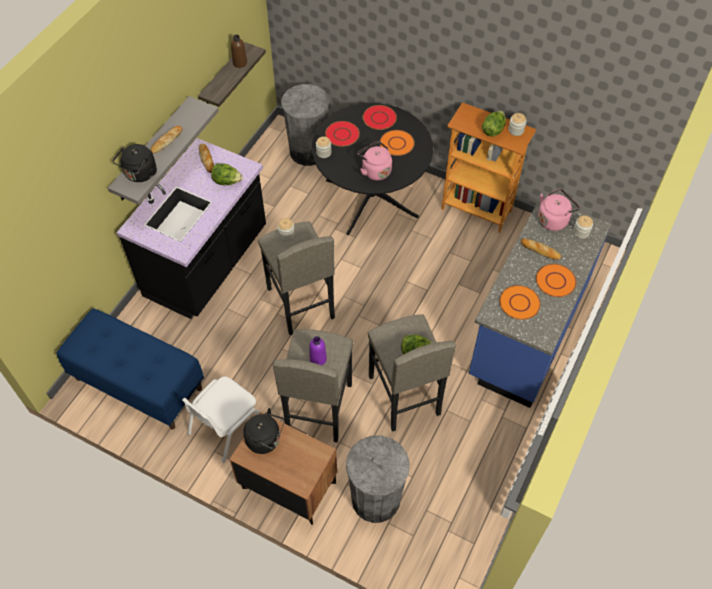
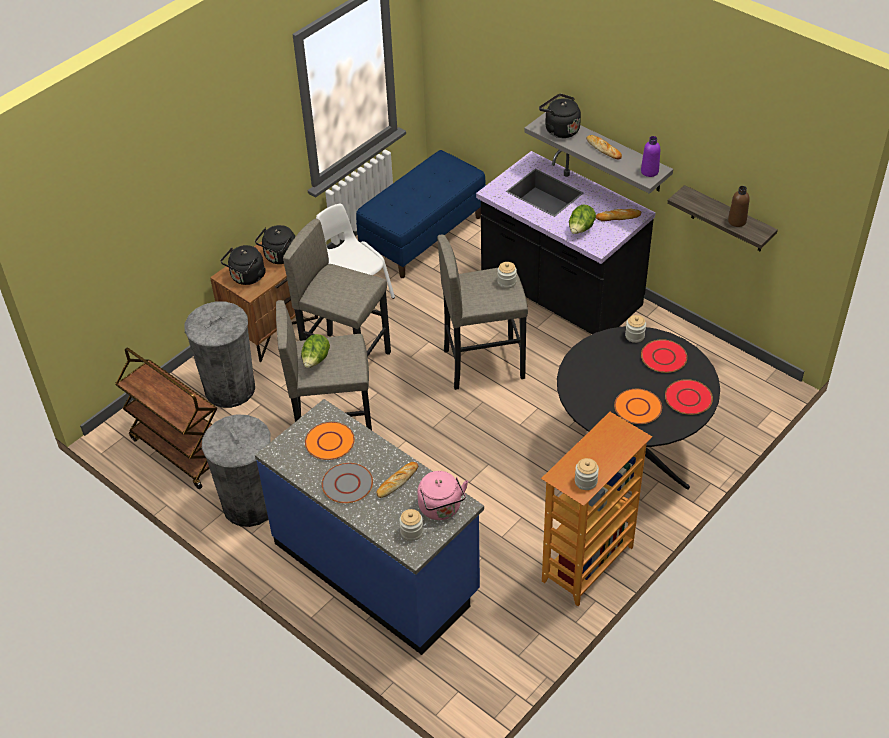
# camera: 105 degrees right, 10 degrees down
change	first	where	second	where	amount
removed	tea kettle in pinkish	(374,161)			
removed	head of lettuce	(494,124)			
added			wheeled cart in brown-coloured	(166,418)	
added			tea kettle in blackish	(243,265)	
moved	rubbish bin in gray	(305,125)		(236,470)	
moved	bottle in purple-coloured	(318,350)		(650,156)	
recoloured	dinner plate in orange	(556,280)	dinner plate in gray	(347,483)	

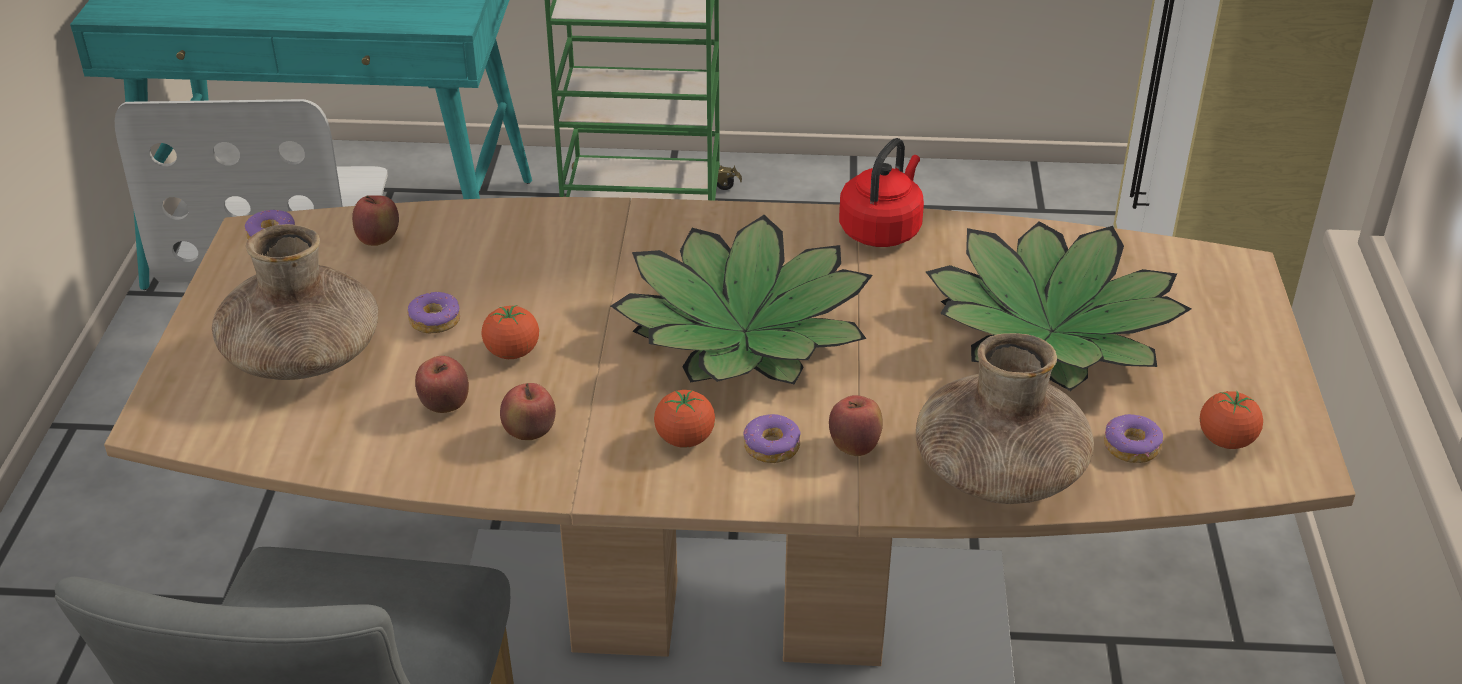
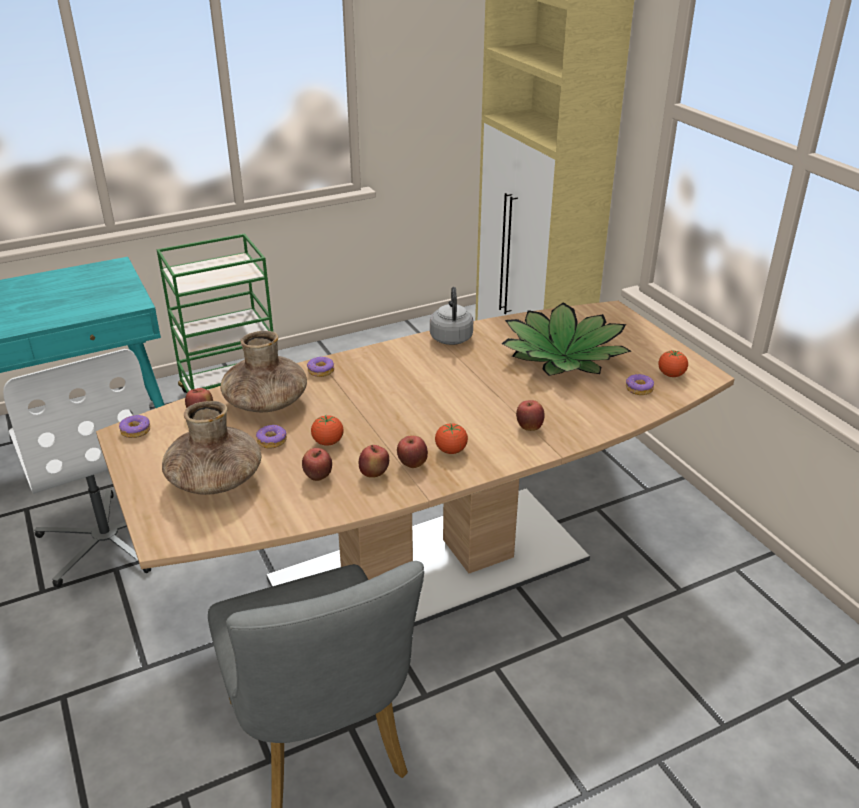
# camera: 30 degrees left, 5 degrees down
change	first	where	second	where	amount
removed	plant in a pot	(742,300)			
added			apple	(412,452)	
moved	donut	(772,438)		(320,367)	
moved	flower vase in brown-coloured	(1005,418)		(263,371)	
recoloured	tea kettle in red	(881,192)	tea kettle in gray	(451,316)	

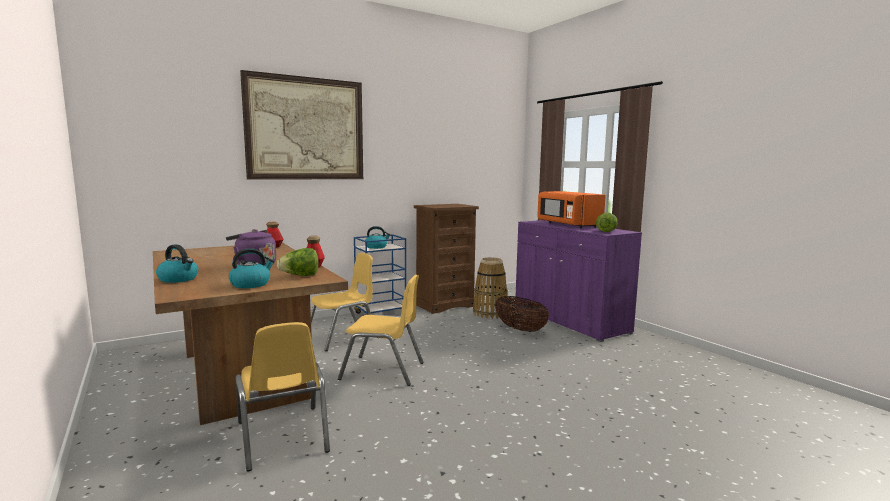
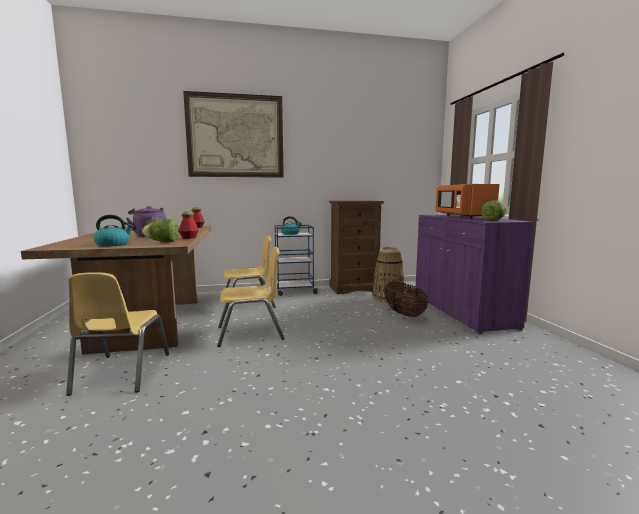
# camera: 20 degrees right, 0 degrees up
change	first	where	second	where	amount
removed	tea kettle	(177,263)			
turned	upright chair in yellow	(381,330)		(251,297)	45 degrees counterclockwise

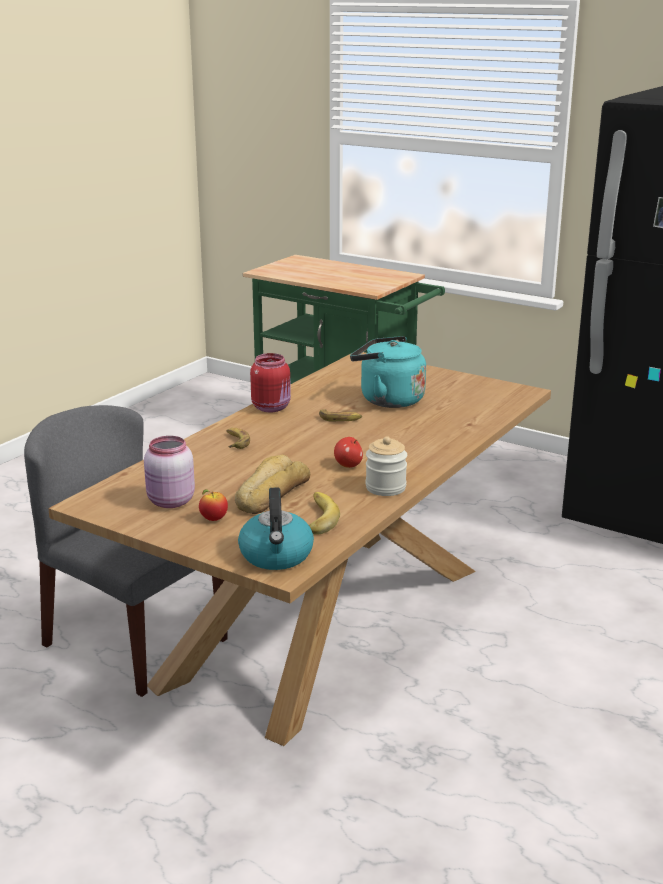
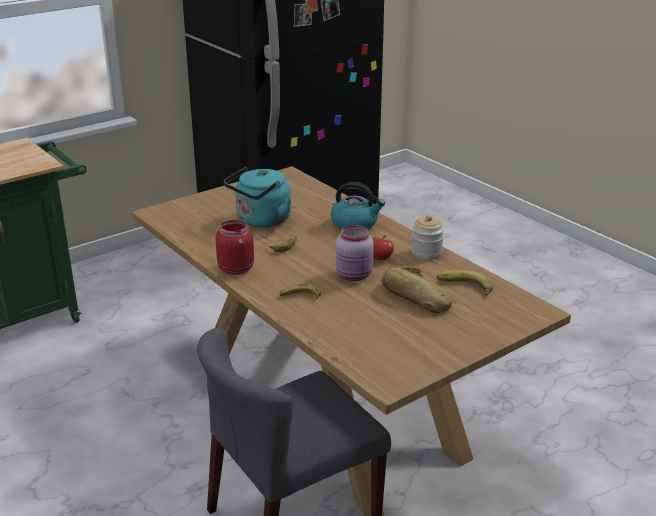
# camera: 70 degrees left, 5 degrees up
change	first	where	second	where	amount
removed	apple	(213,505)			
moved	storage jar in pinkish	(169,472)		(355,253)	
moved	tea kettle	(276,529)		(358,206)	

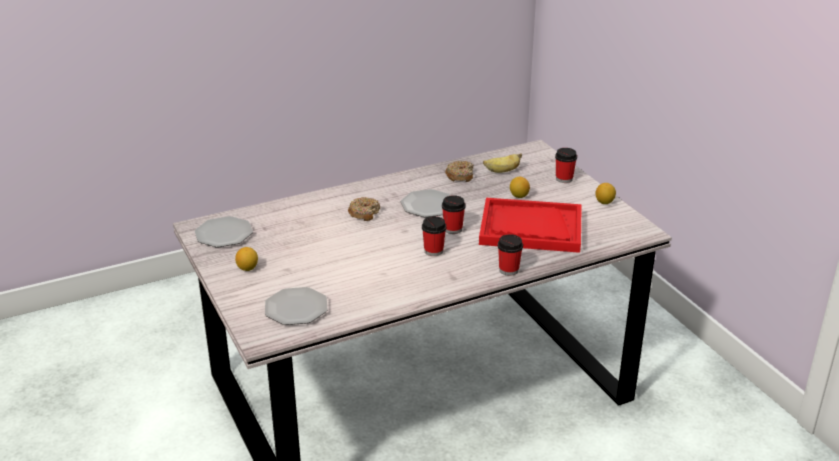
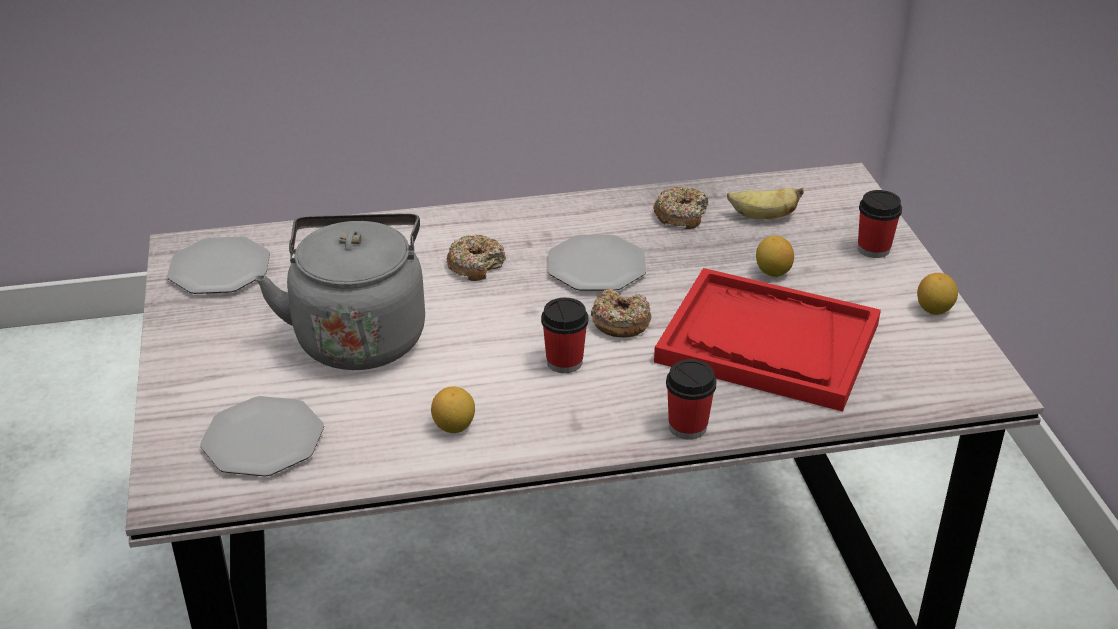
# camera: 15 degrees right, 5 degrees up
change	first	where	second	where	amount
added			tea kettle in gray	(340,291)	
moved	lemon	(246,259)		(453,409)	
replaced	small cup	(454,214)	donut	(621,313)	

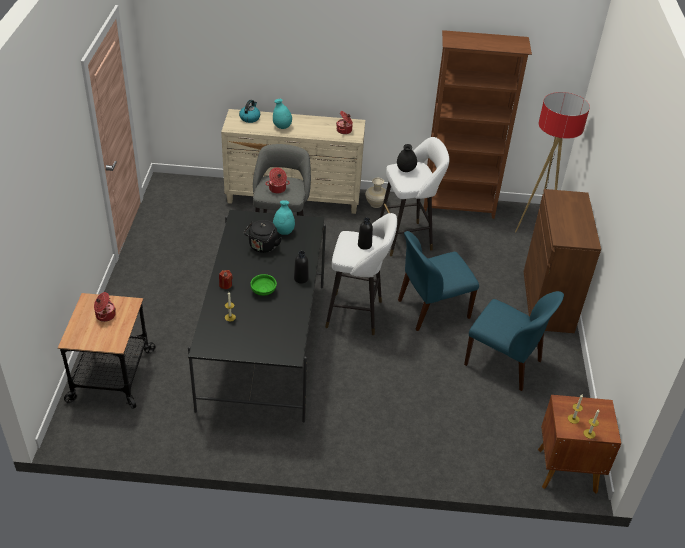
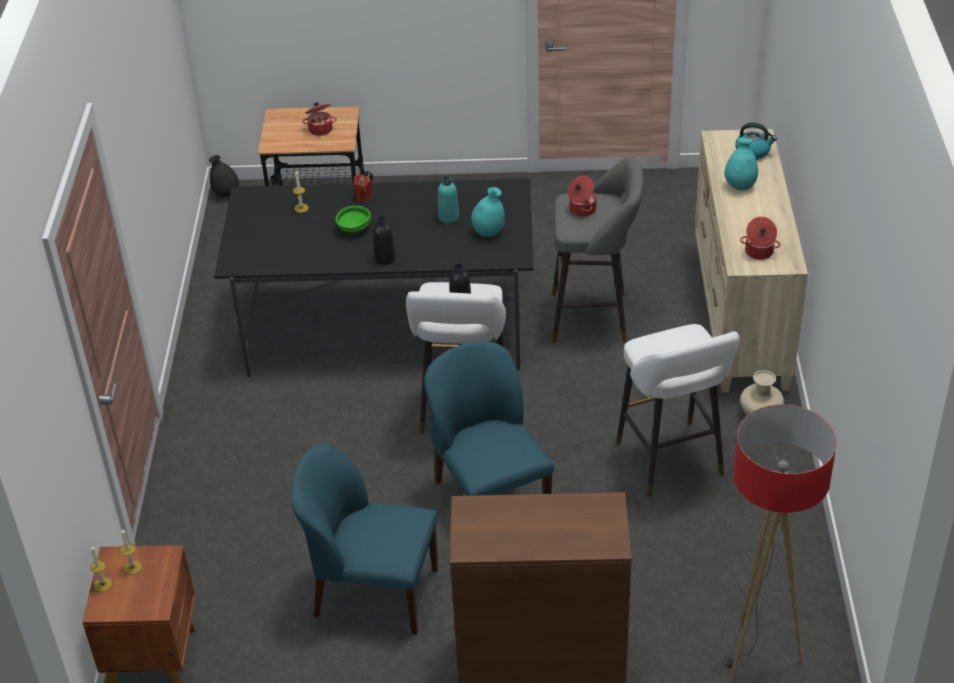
# camera: 90 degrees right, 0 degrees up
change	first	where	second	where	amount
removed	shelving unit in brown-coloured	(477,124)			
moved	flower vase in blackish	(407,158)		(224,176)	
replaced	tea kettle in blackish	(263,236)	bottle in blue-green	(448,199)	
turned	upright chair in blue	(514,341)		(365,539)	75 degrees clockwise

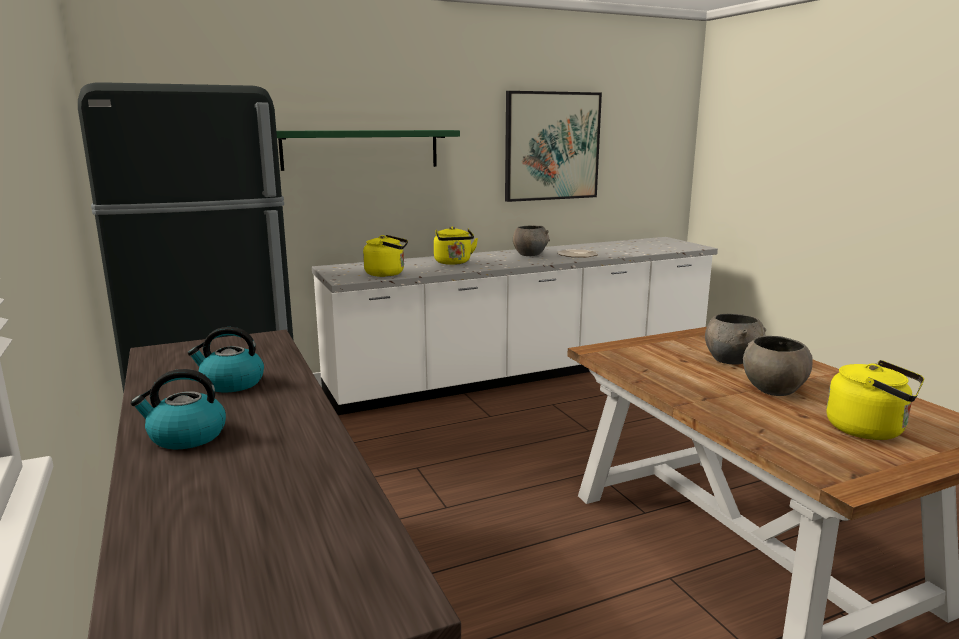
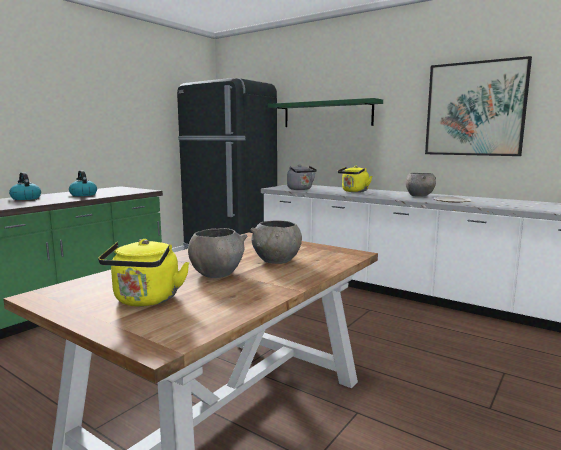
# camera: 60 degrees right, 5 degrees down
change	first	where	second	where	amount
recoloured	tea kettle in yellow	(385,256)	tea kettle in gray	(302,177)	

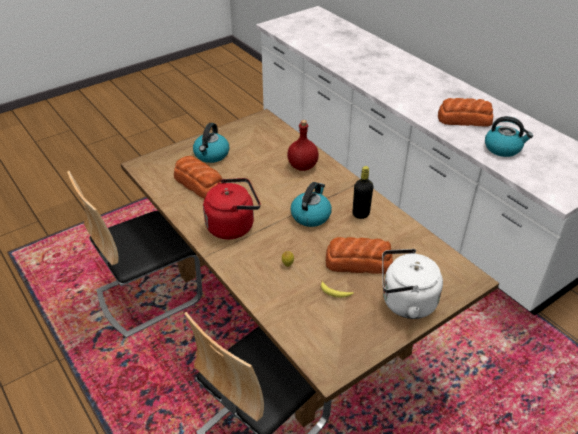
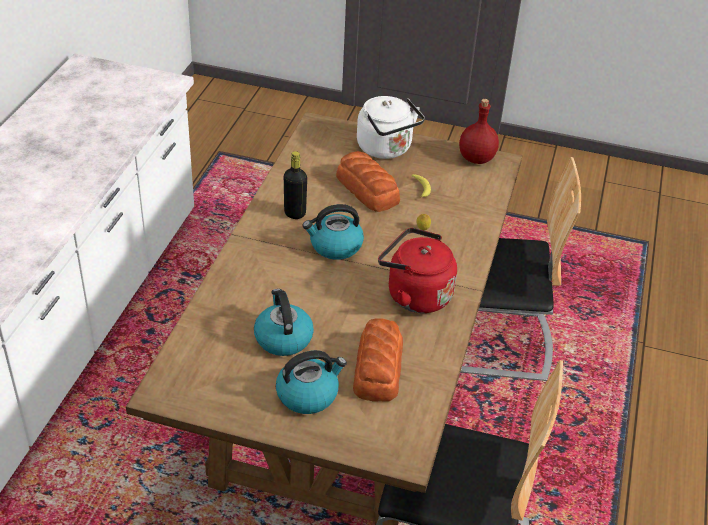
# camera: 130 degrees left, 0 degrees up
change	first	where	second	where	amount
removed	baked bread	(465,112)			
moved	bottle in red	(303,145)		(479,131)	
moved	tea kettle	(509,136)		(284,322)	

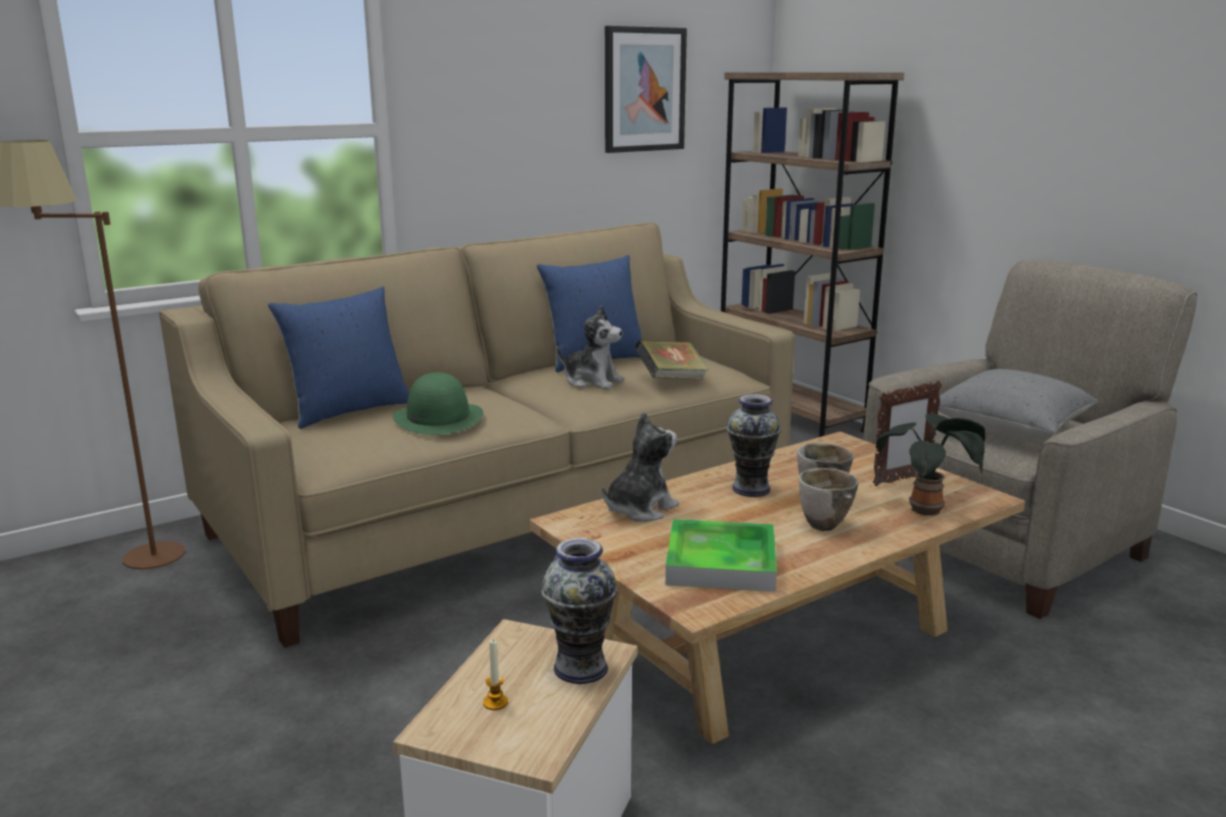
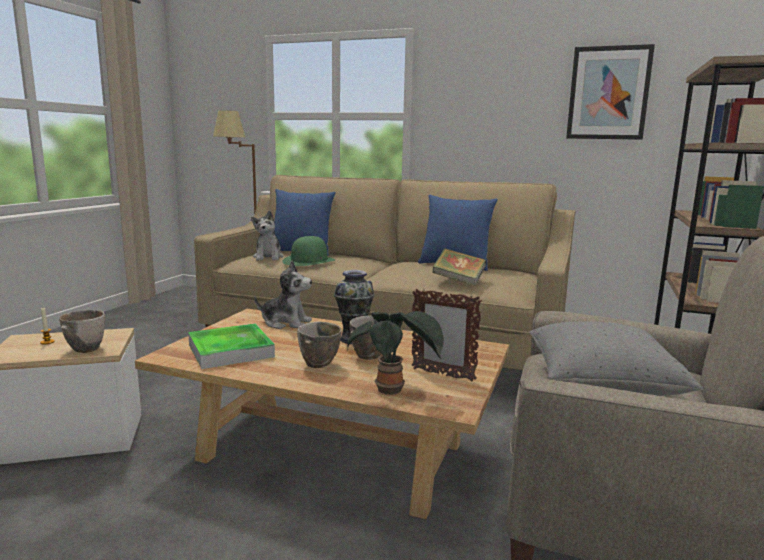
# camera: 55 degrees right, 5 degrees down
change	first	where	second	where	amount
moved	plush toy	(590,347)		(267,235)	
replaced	flower vase	(579,611)	deep dish	(82,331)	

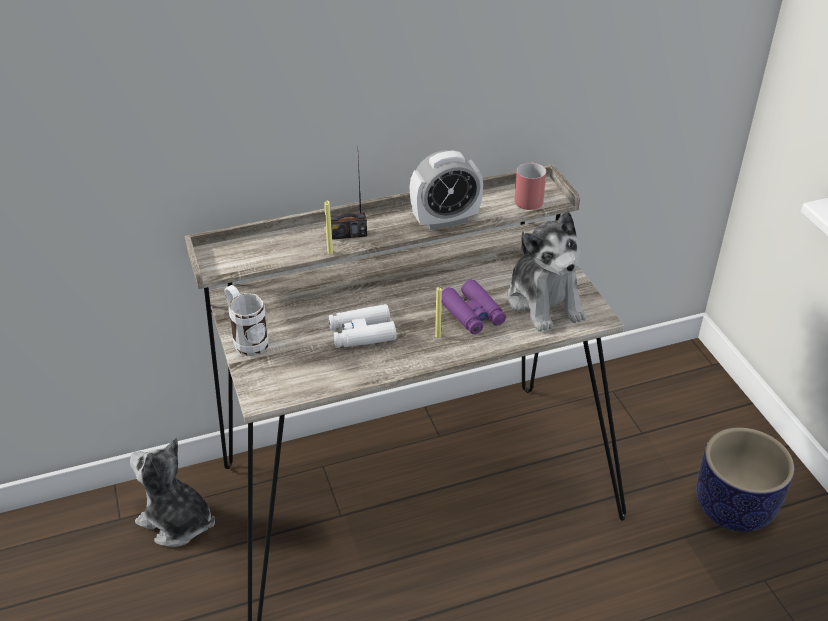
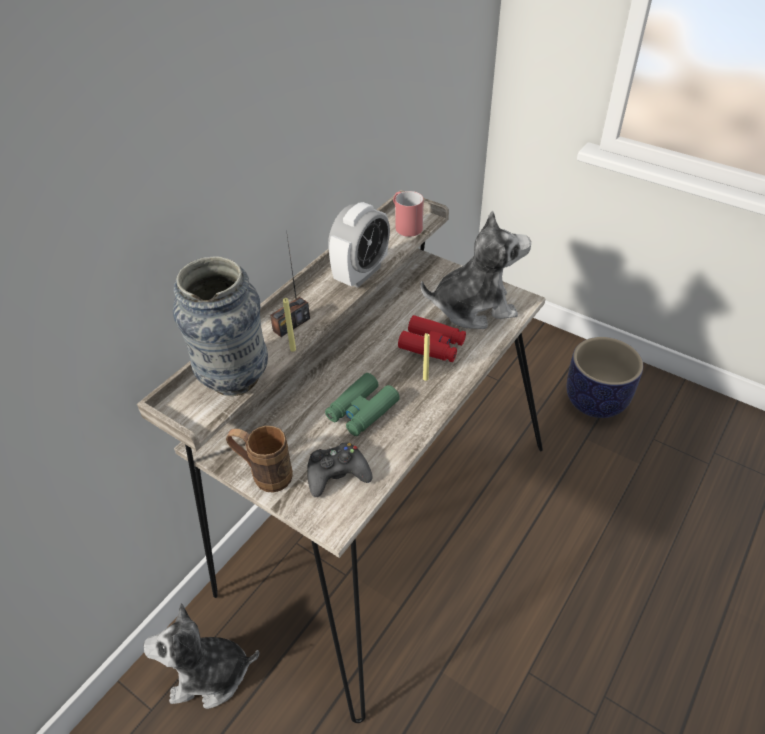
# camera: 35 degrees left, 5 degrees up
change	first	where	second	where	amount
added			flower vase	(220,326)	
added			joypad in blackish	(339,470)	
recoloured	tea mug in white	(246,320)	tea mug in brown-coloured	(259,458)	
recoloured	pair of binoculars in white	(362,326)	pair of binoculars in green	(362,404)	
recoloured	pair of binoculars in purple-coloured	(474,306)	pair of binoculars in red	(432,338)	
turned	plush toy	(546,271)		(476,270)	45 degrees counterclockwise

